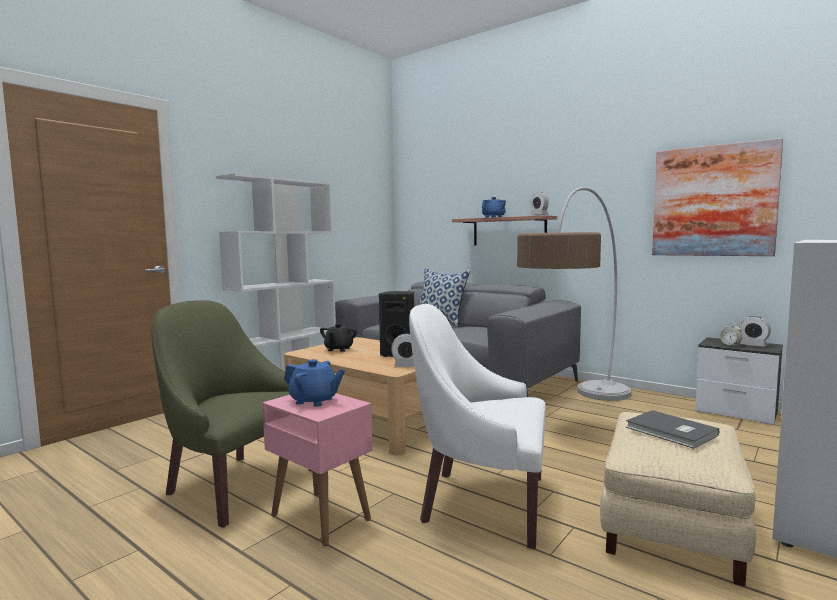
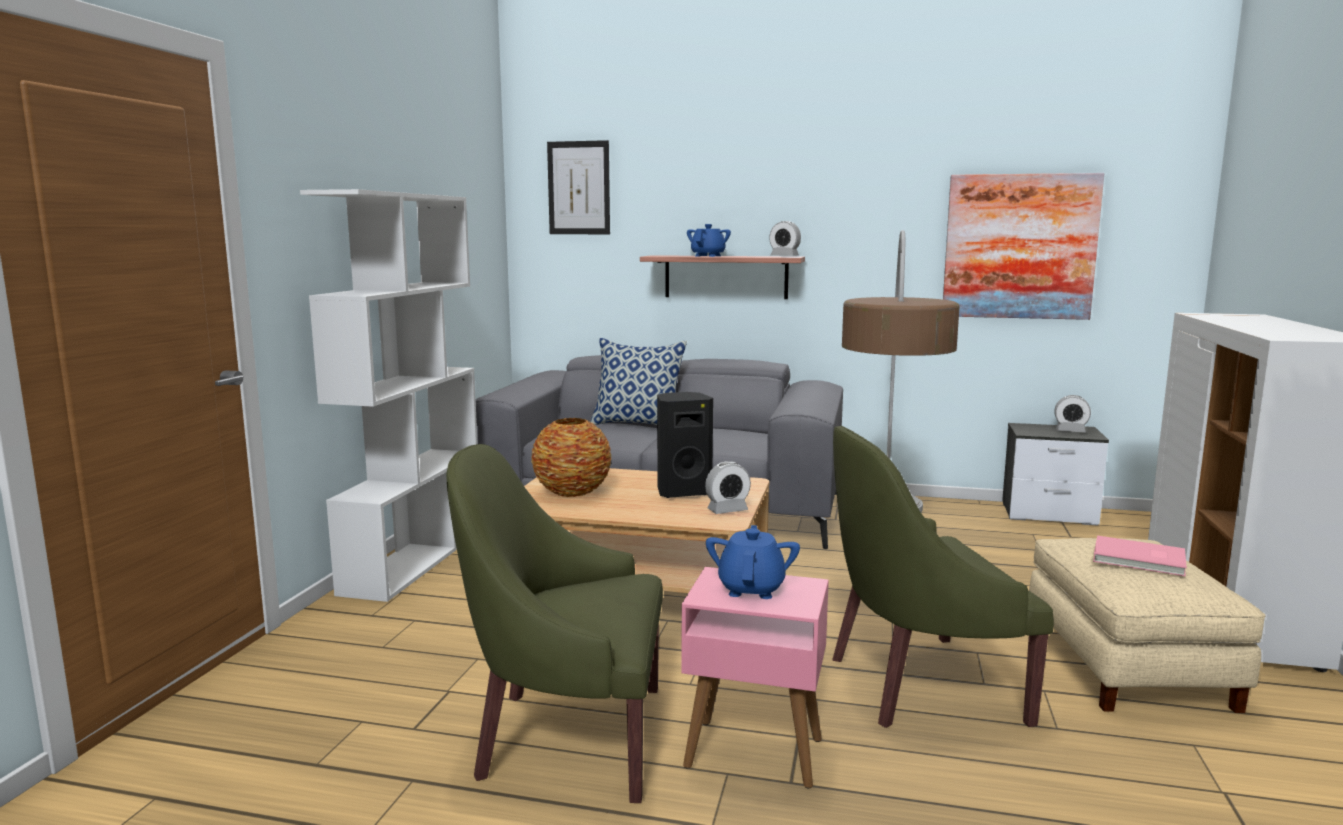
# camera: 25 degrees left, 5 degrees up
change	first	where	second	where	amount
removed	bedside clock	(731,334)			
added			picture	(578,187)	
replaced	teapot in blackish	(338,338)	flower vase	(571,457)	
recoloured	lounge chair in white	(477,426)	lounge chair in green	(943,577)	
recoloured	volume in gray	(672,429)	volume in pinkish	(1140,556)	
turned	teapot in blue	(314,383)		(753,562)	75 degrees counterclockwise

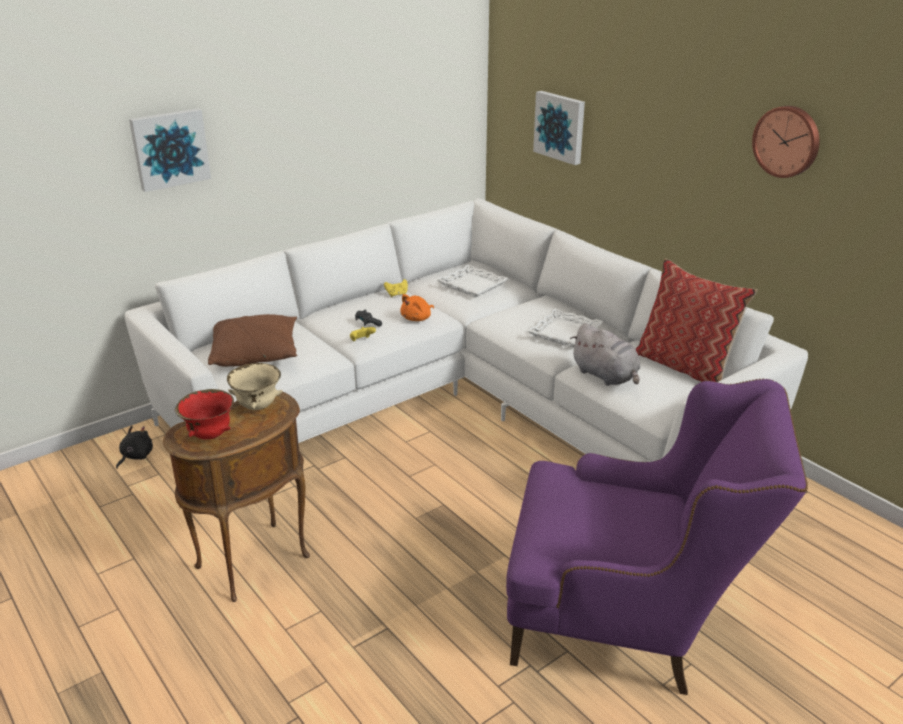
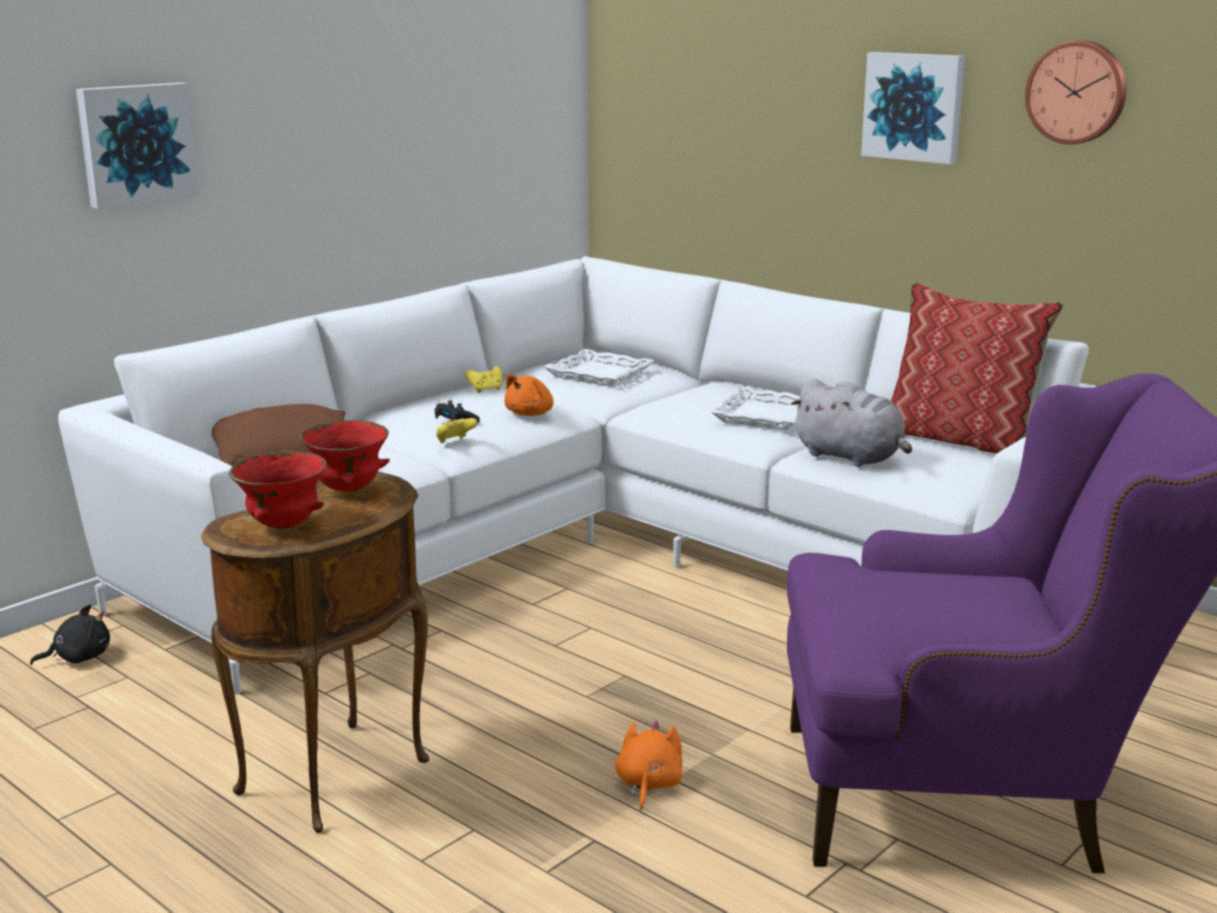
# camera: 10 degrees left, 10 degrees down
change	first	where	second	where	amount
added			plush toy in orange	(648,765)	
moved	picture	(559,128)		(913,108)	
recoloured	deep dish in beige	(255,386)	deep dish in red	(345,456)	
turned	plush toy in blackish	(134,447)		(70,634)	45 degrees clockwise

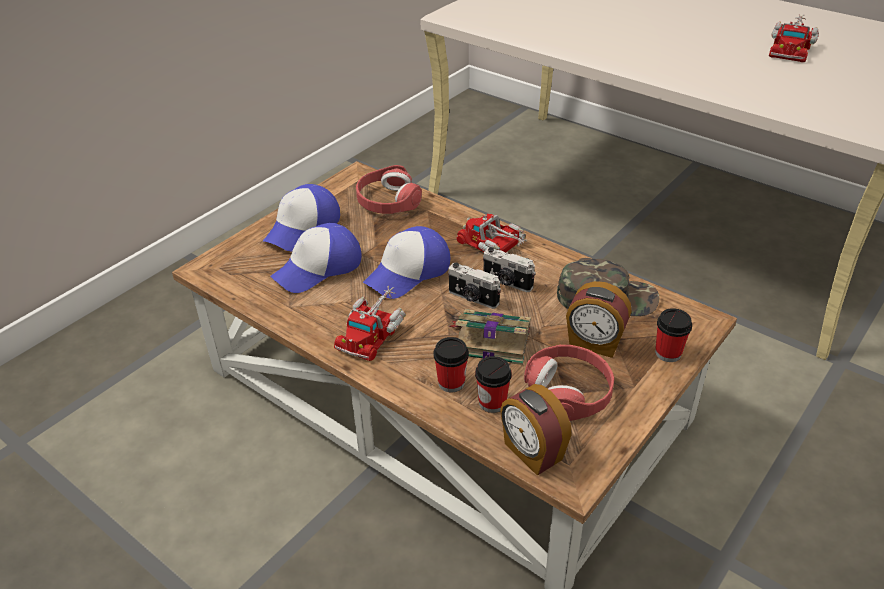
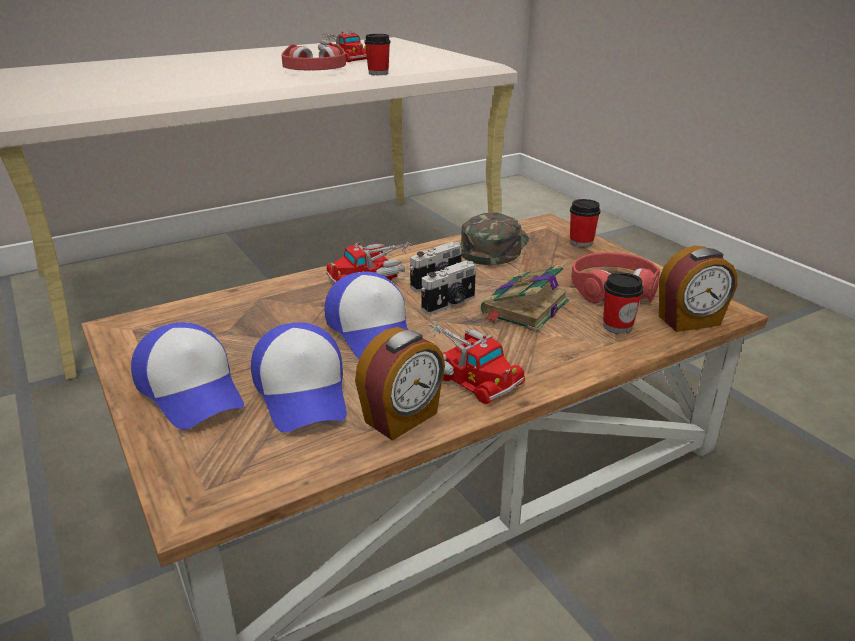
# camera: 70 degrees left, 10 degrees down
change	first	where	second	where	amount
moved	pair of headphones in red	(389,189)		(313,57)	
moved	small cup	(451,364)		(377,54)	
moved	bedside clock	(599,319)		(400,384)	

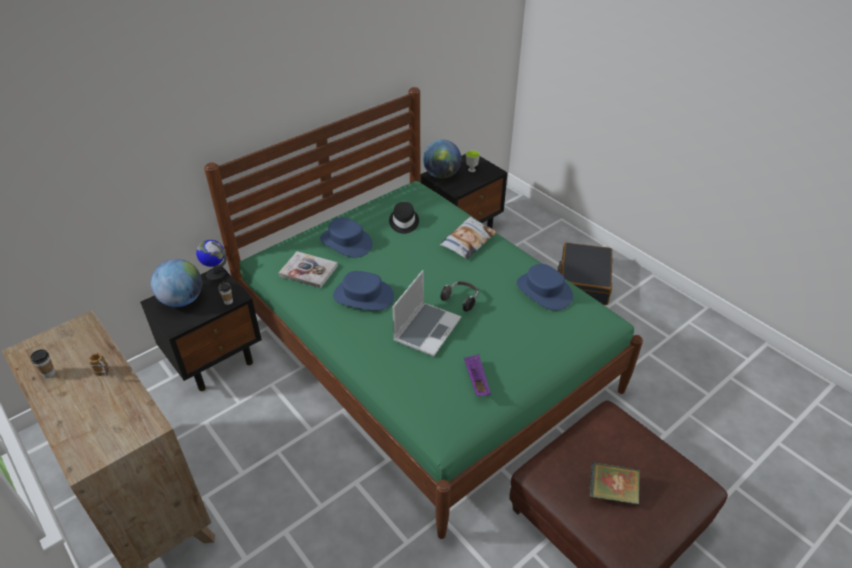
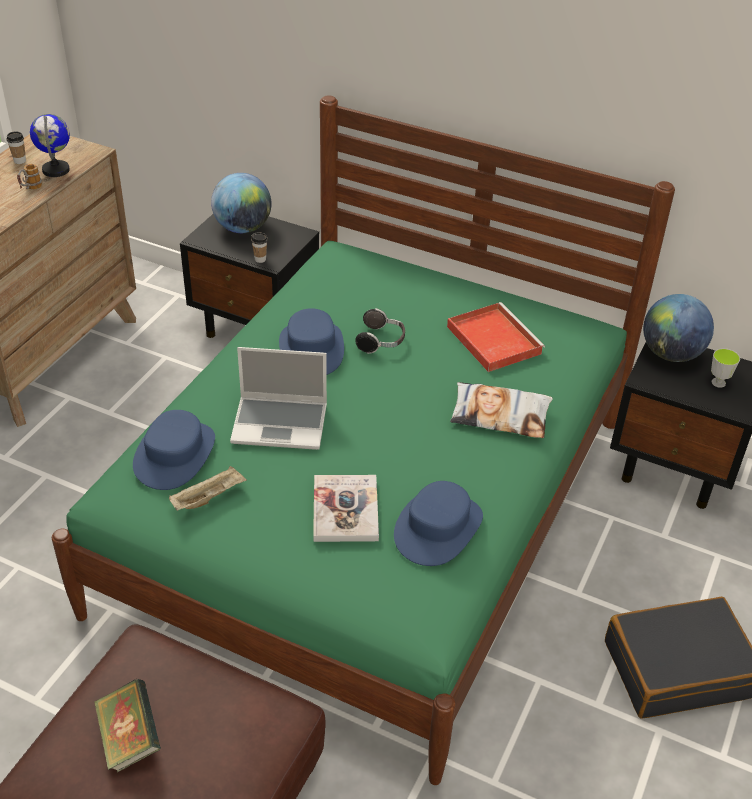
# camera: 65 degrees right, 0 degrees up
change	first	where	second	where	amount
moved	desk globe	(211,261)		(50,145)	
moved	volume	(308,269)		(346,508)	
moved	clothing hat in blue	(346,237)		(174,450)	
moved	pair of headphones	(459,296)		(380,331)	
replaced	clothing hat in blackish	(404,218)	carrying tray in red	(496,337)	
recoloured	carrying tray in purple-coloured	(477,375)	carrying tray in beige	(208,488)	

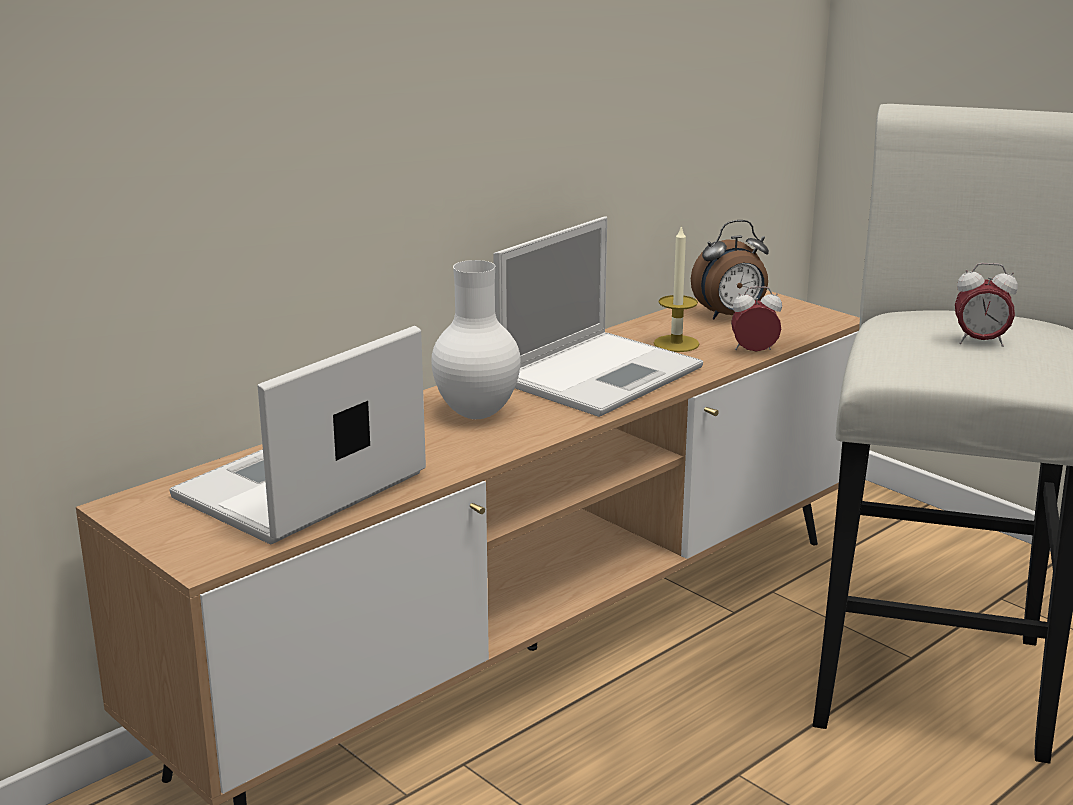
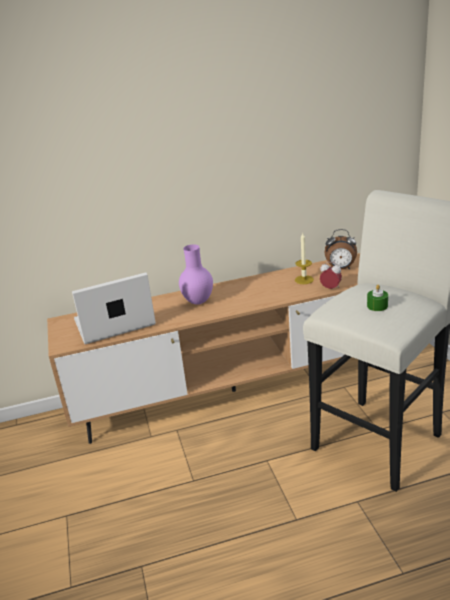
# camera: 30 degrees right, 5 degrees up
change	first	where	second	where	amount
removed	notebook computer	(598,316)			
replaced	bedside clock	(986,305)	wax light in green	(377,298)	
recoloured	flower vase in white	(476,339)	flower vase in purple-coloured	(196,274)	

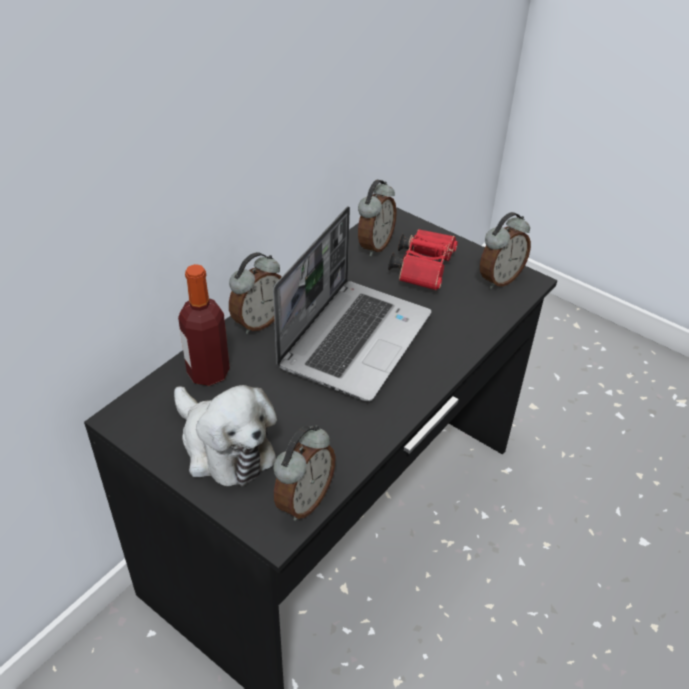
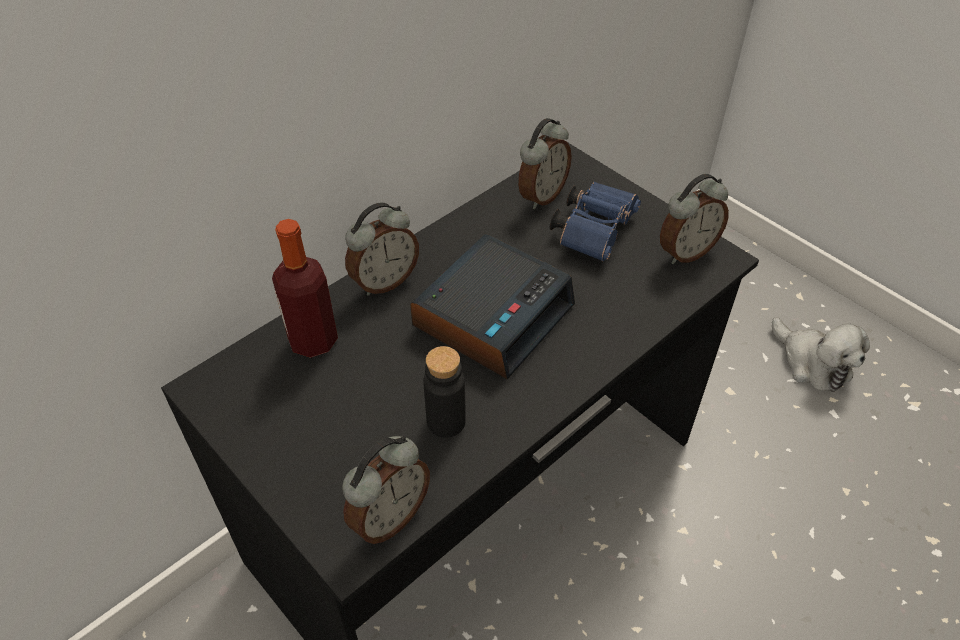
# camera: 10 degrees right, 5 degrees up
change	first	where	second	where	amount
added			bottle in blackish	(444,392)	
moved	plush toy	(225,435)		(821,354)	
replaced	notebook computer	(352,303)	bedside clock	(492,307)	
recoloured	pair of binoculars in red	(423,259)	pair of binoculars in blue	(595,221)	

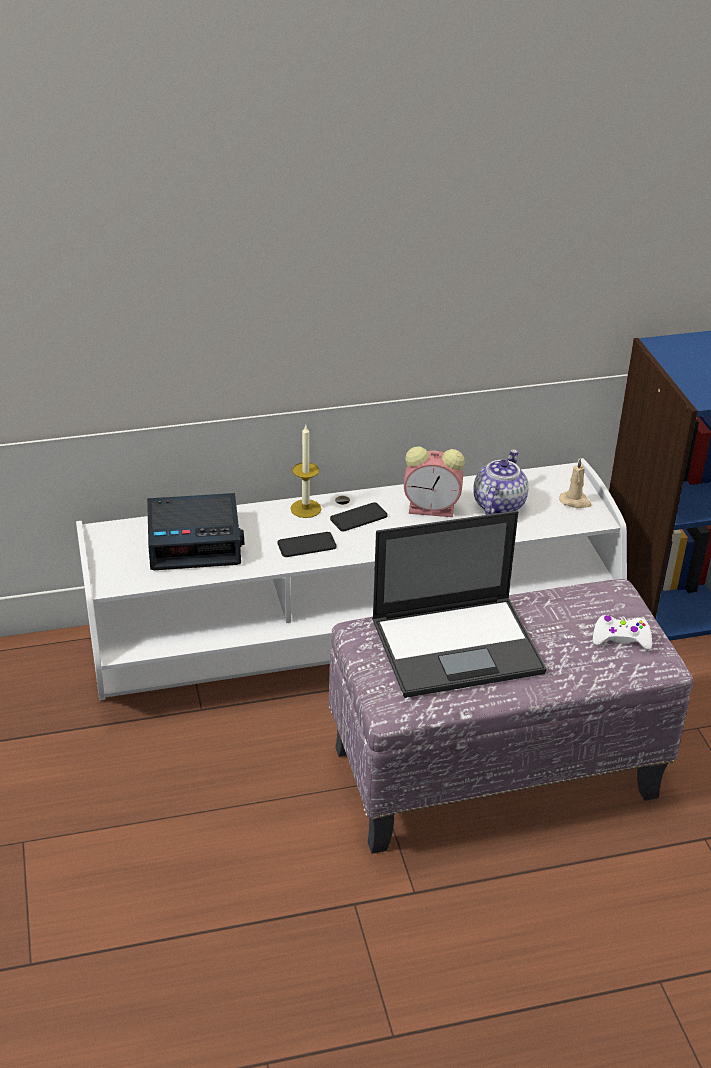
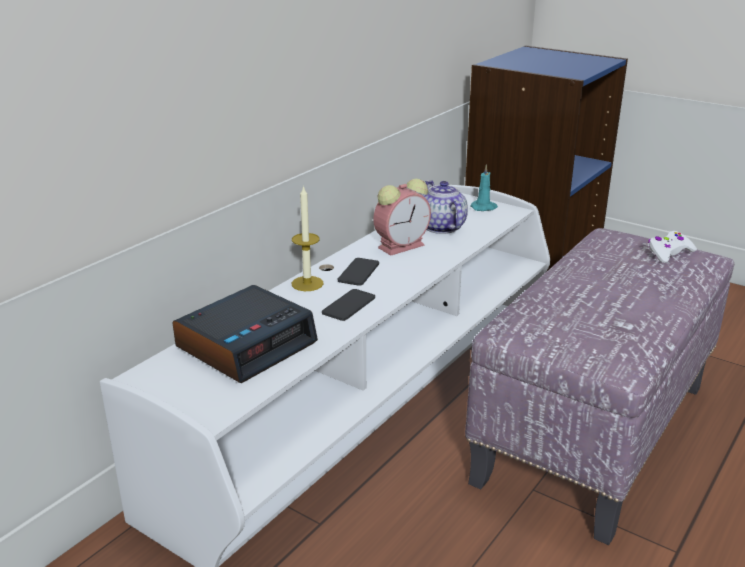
# camera: 40 degrees left, 10 degrees down
change	first	where	second	where	amount
removed	notebook computer	(459,604)			
recoloured	wax light in beige	(575,483)	wax light in blue-green	(484,187)	

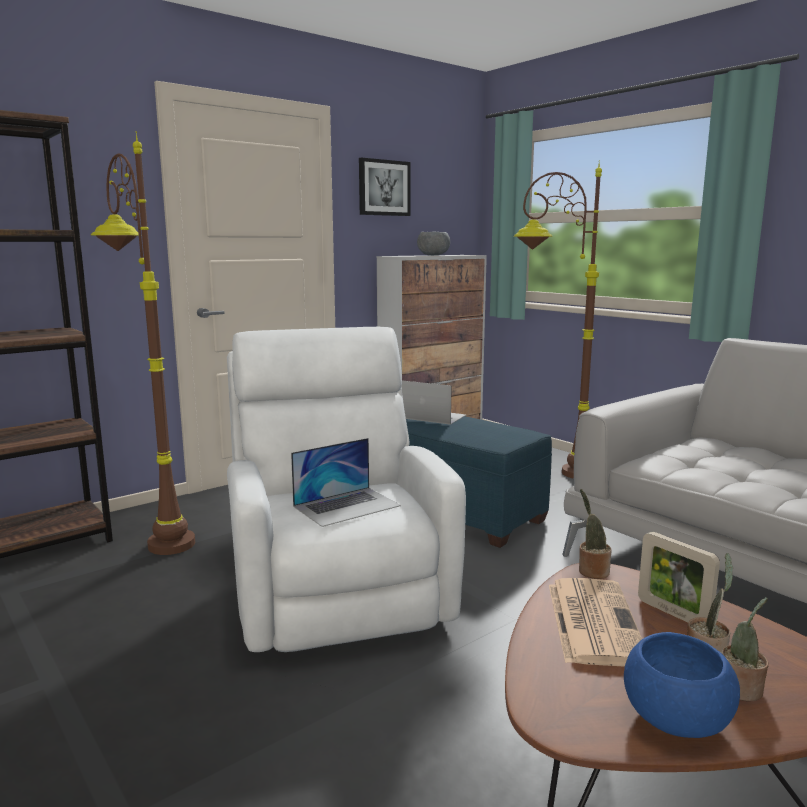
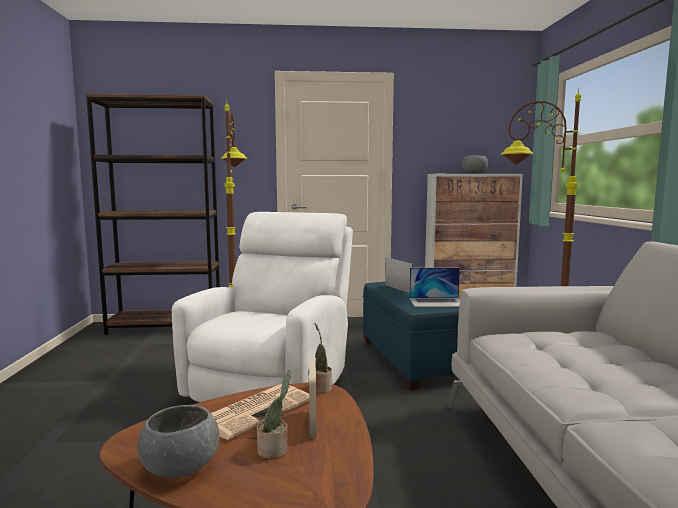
# camera: 35 degrees right, 5 degrees down
change	first	where	second	where	amount
removed	picture	(385,187)			
removed	plant in a pot	(745,649)			
moved	notebook computer	(346,482)		(434,287)	
recoloured	deep dish in blue	(682,685)	deep dish in gray	(178,441)	

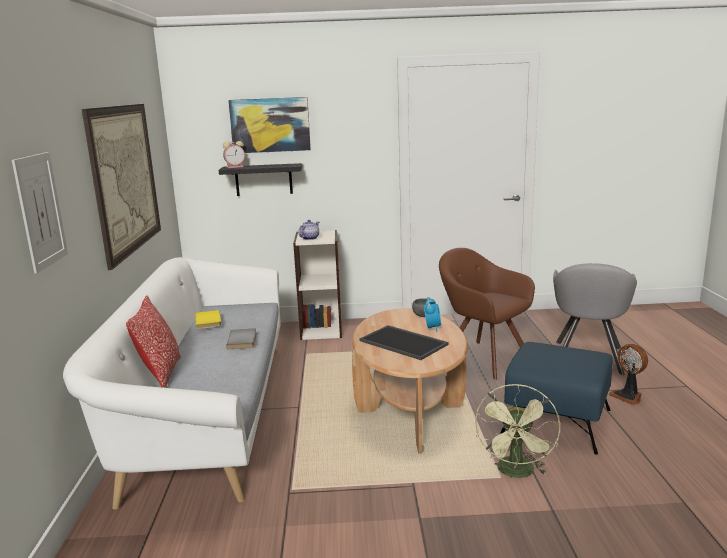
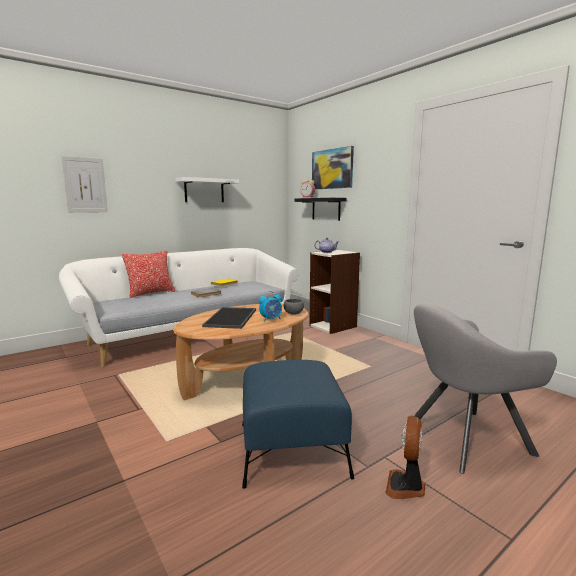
# camera: 55 degrees right, 5 degrees down
change	first	where	second	where	amount
removed	lounge chair in brown-coloured	(487,314)			
removed	electric fan in green	(517,431)			
replaced	picture	(121,187)	wall shelf in white	(207,189)	

